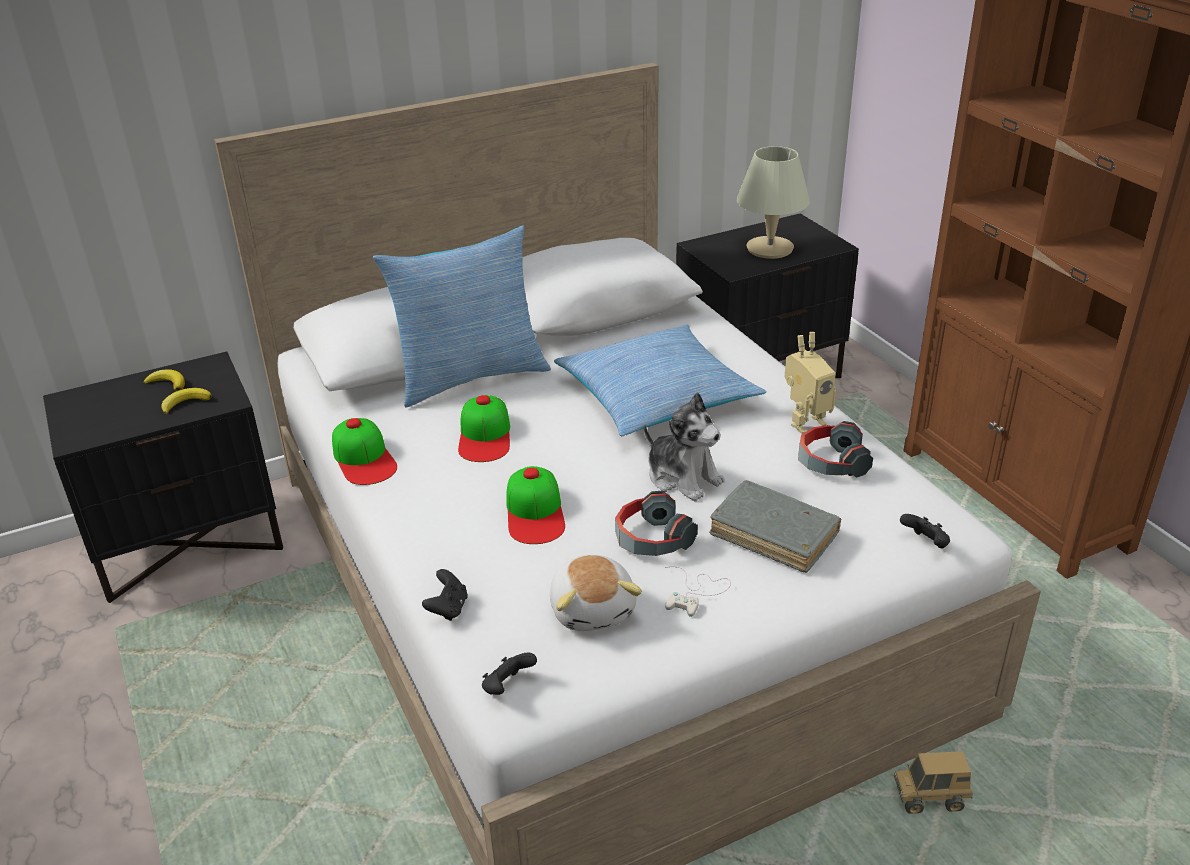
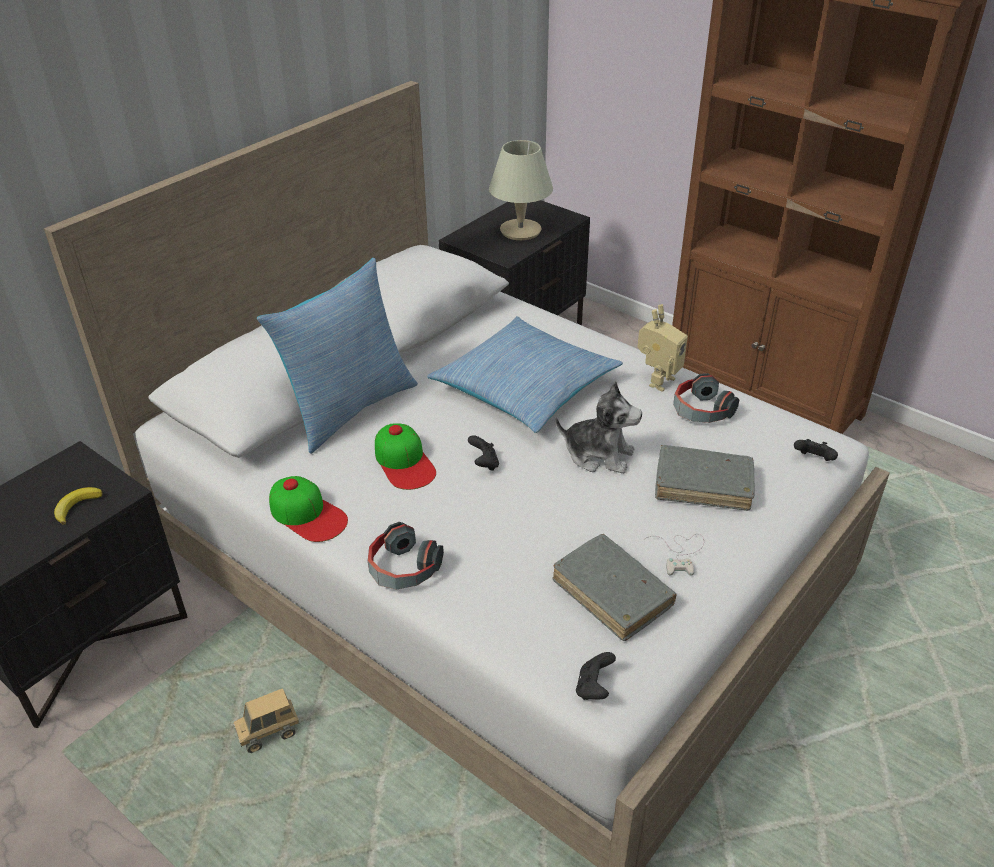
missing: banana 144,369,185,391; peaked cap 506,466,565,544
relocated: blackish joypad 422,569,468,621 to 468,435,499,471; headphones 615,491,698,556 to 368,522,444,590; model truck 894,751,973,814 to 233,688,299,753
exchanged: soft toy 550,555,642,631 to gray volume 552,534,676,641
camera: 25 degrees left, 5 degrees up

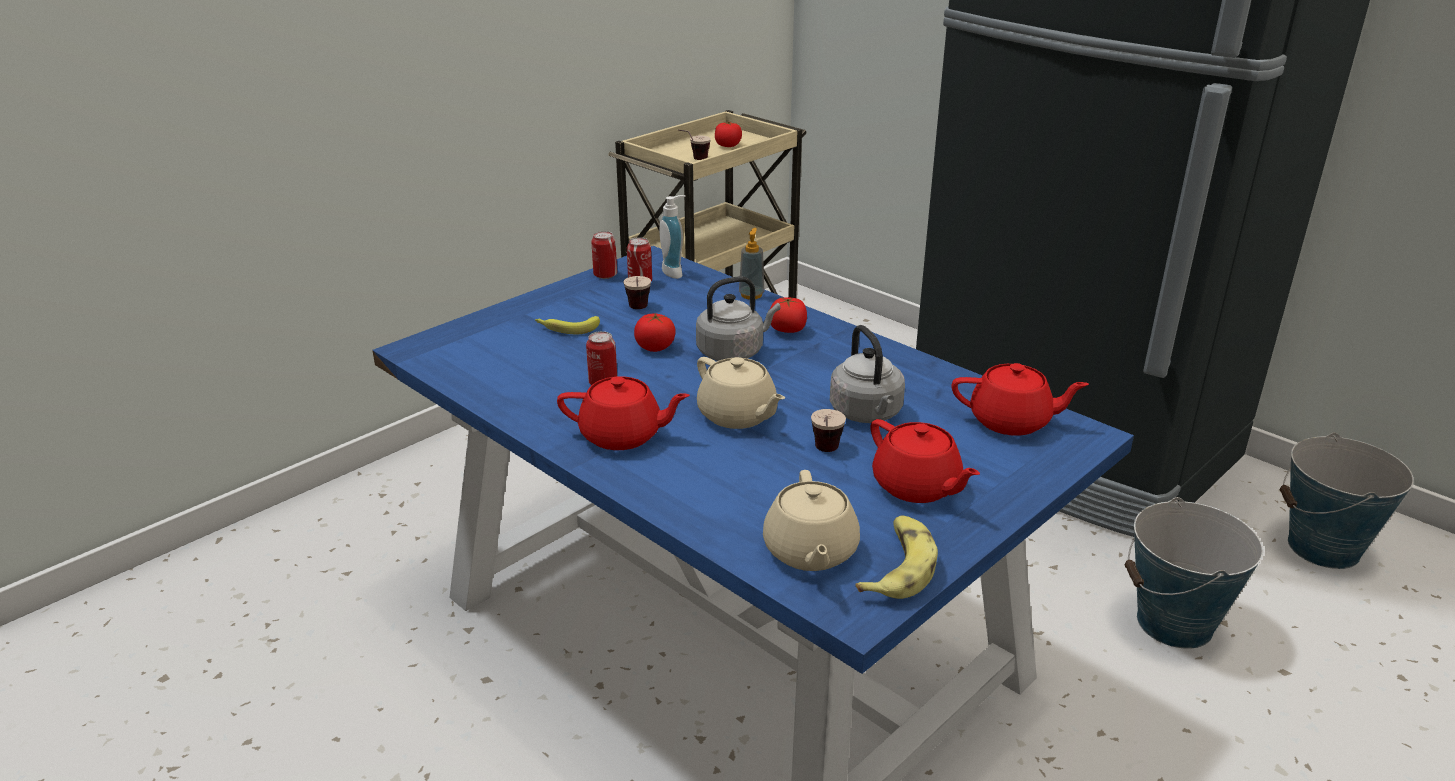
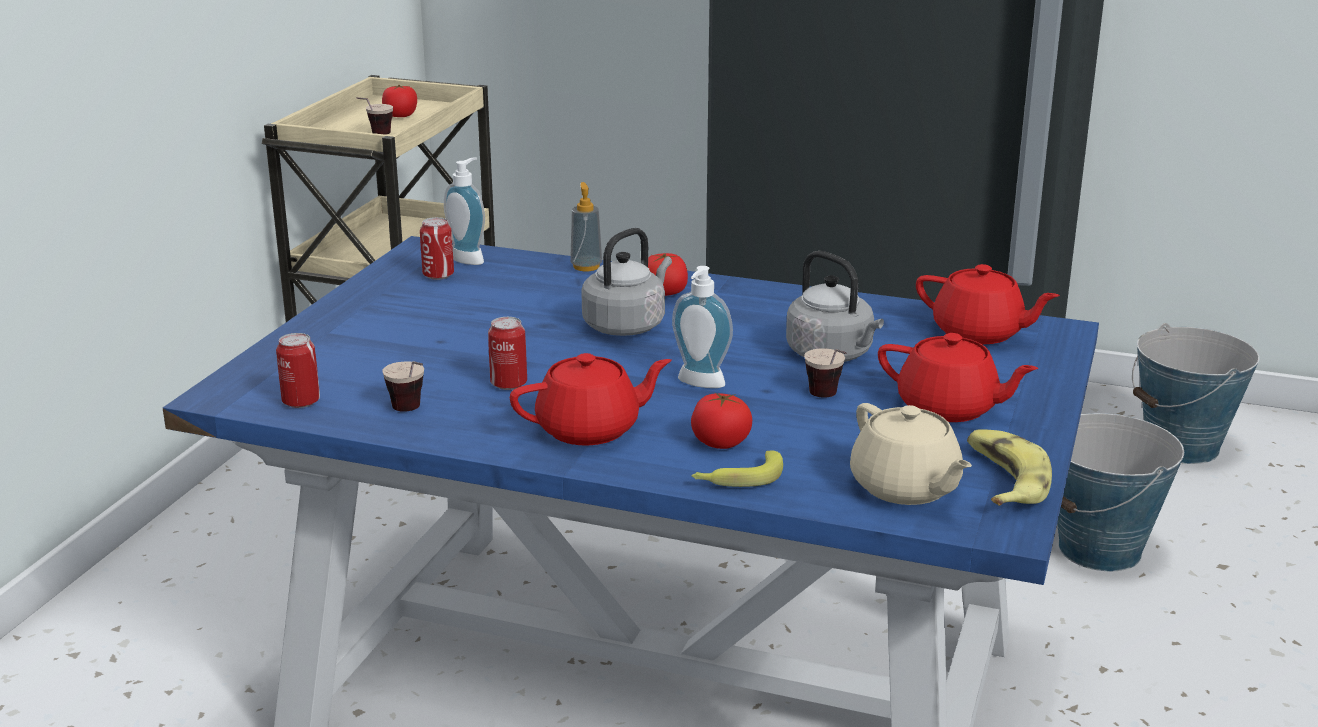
relocated: banana 535,316,600,334 to 691,450,783,487; sealed can 592,231,617,279 to 276,333,320,408; small cup 624,276,651,309 to 382,361,424,412; whole tomato 634,313,676,352 to 691,393,752,449
exchanged: beige-coloured teapot 697,357,785,429 to liquid soap bottle 672,266,733,388
spun: red teapot 951,363,1089,436 = 916,264,1060,344 45 degrees clockwise
camera: 25 degrees left, 5 degrees down

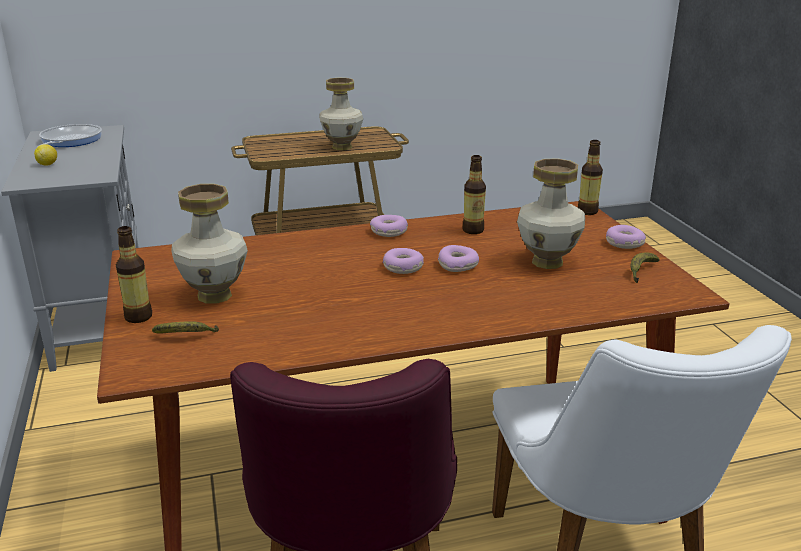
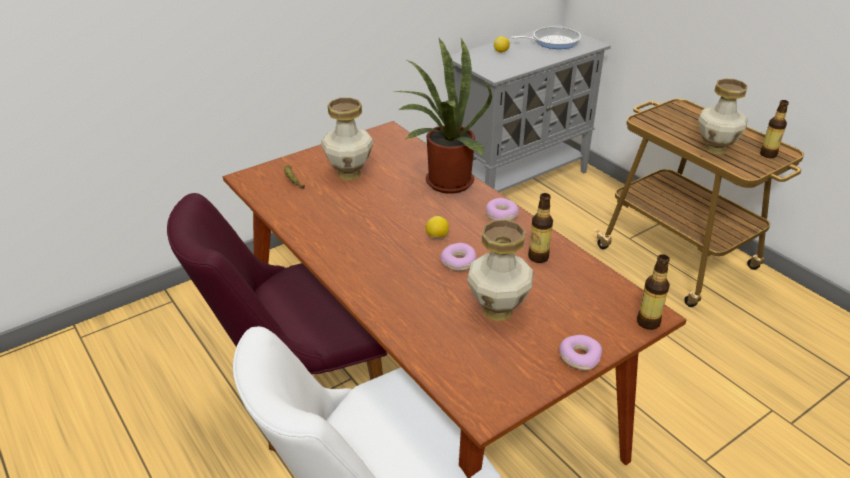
missing: banana 631,252,660,283
appeared: plant in a pot 393,38,492,194
relocated: beverage bottle 116,226,152,323 to 760,100,789,158
exchanged: ring doughnut 383,248,424,274 to citrus fruit 426,216,449,238
camera: 70 degrees right, 10 degrees up

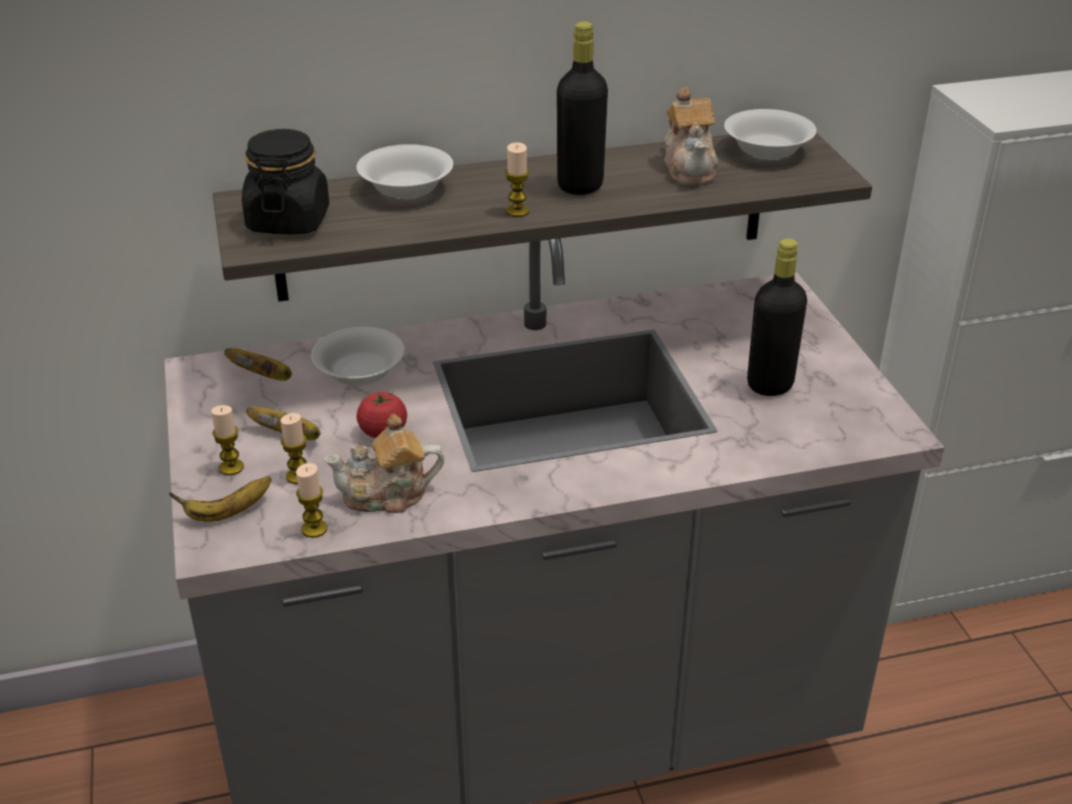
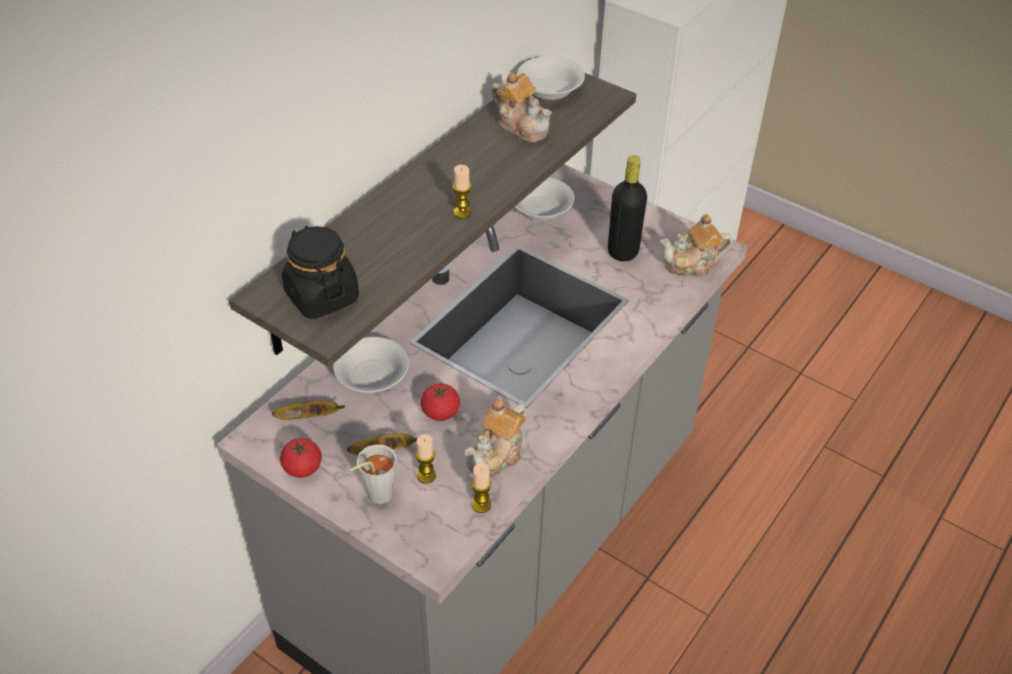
missing: banana 169,476,271,522; blackish beverage bottle 557,22,608,195
appeared: whole tomato 280,438,322,478; teapot 660,214,733,277
relocated: white-coloured deep dish 356,144,453,199 to 515,177,574,221
exchanged: candle 211,405,244,475 to gray small cup 349,444,397,504
camera: 40 degrees left, 10 degrees up

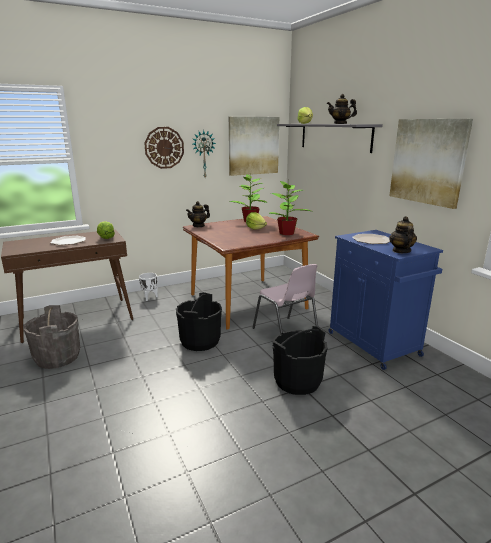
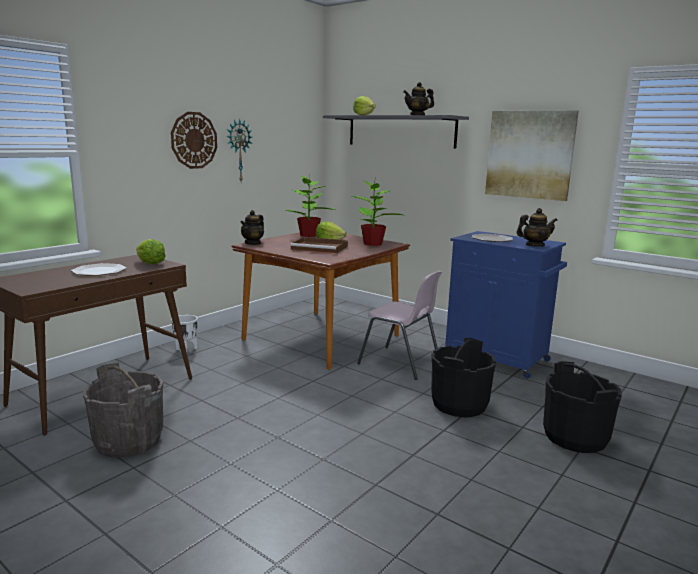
missing: wall picture 229,117,279,176
appeared: brown-coloured serving tray 290,237,348,254
relocated: blackish bucket 176,292,222,351 to 543,361,622,453
spun: teapot 389,216,417,253 = 516,208,558,247 105 degrees clockwise
camera: 25 degrees left, 5 degrees down

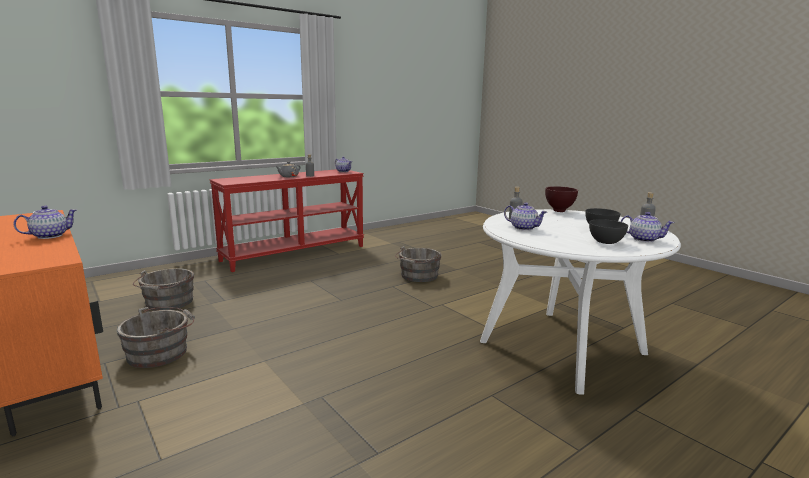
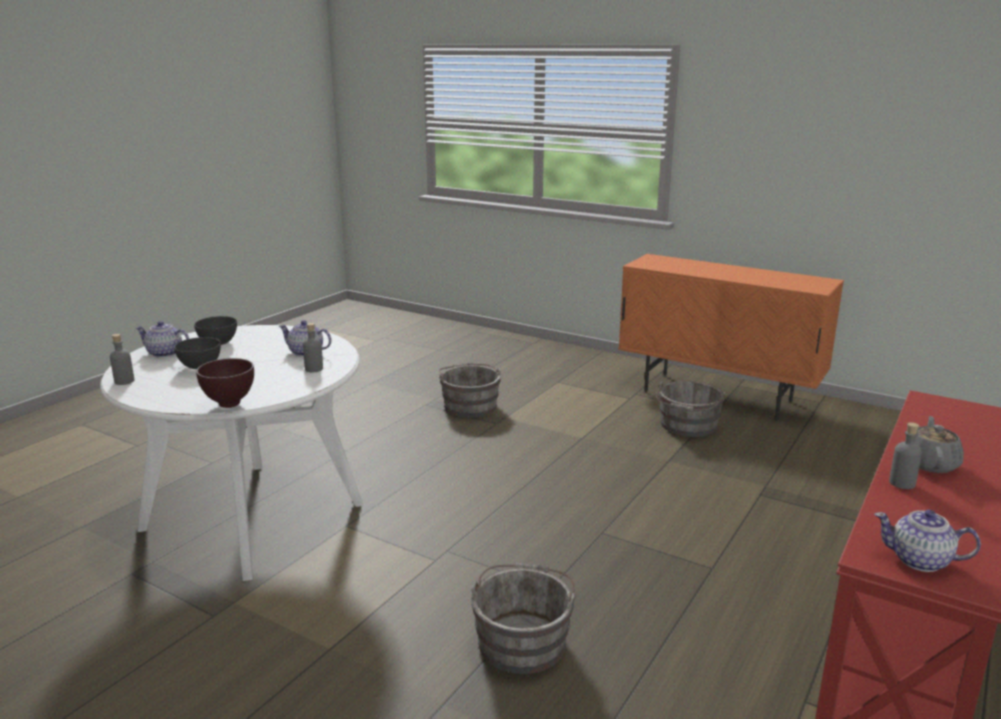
missing: teapot 13,206,77,239
relocated: gray bucket 133,268,194,311 to 439,363,501,418
camera: 160 degrees right, 5 degrees up

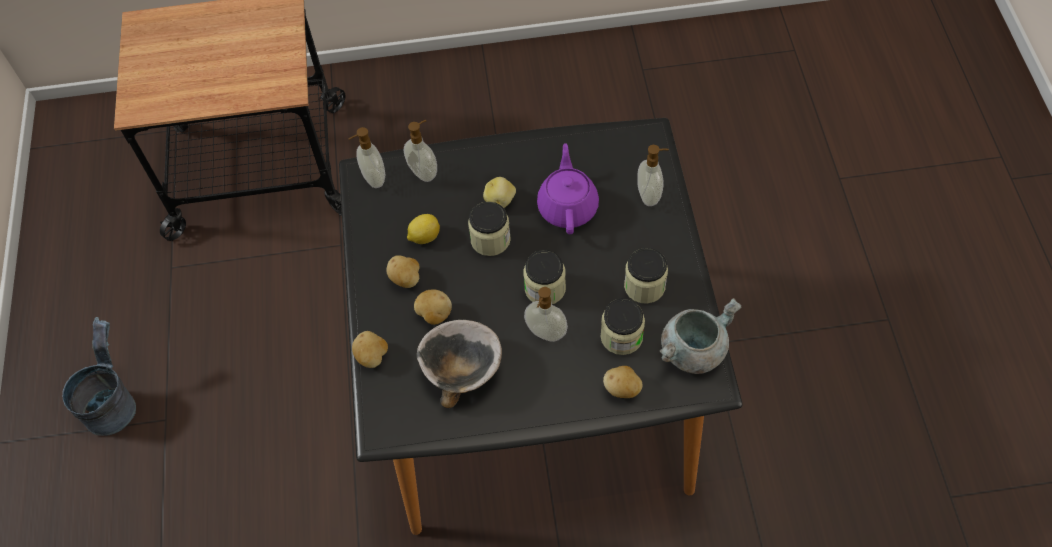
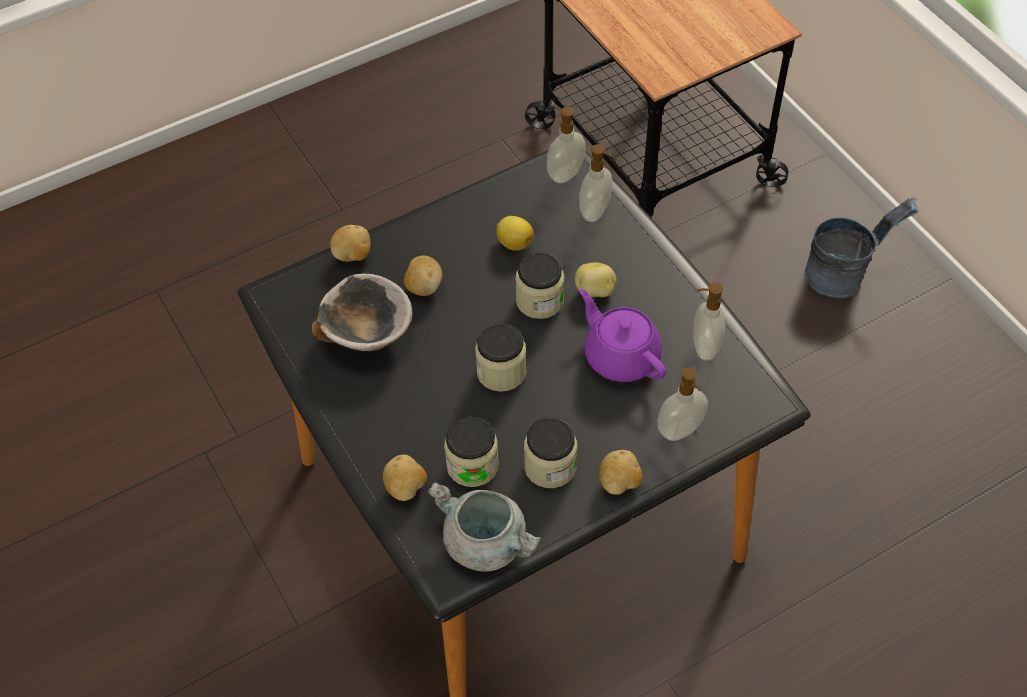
relocated: gray bucket 62,317,136,436 to 805,197,918,298; whole potato 386,255,419,288 to 599,450,643,495; liquid soap bottle 524,287,568,342 to 693,282,725,361
spun: purple teapot 537,143,599,234 = 579,289,666,382 105 degrees counterclockwise
camera: 65 degrees right, 5 degrees down

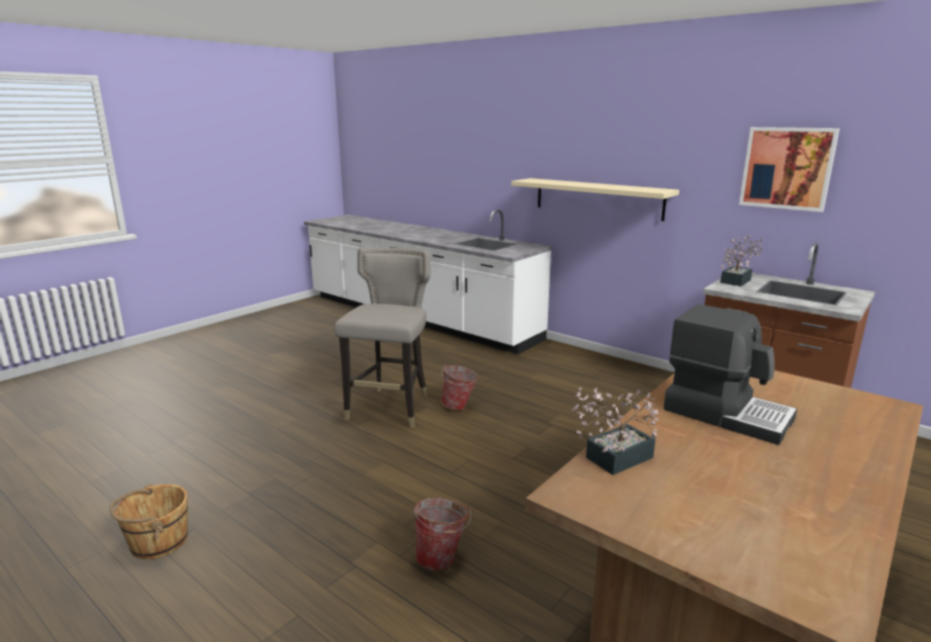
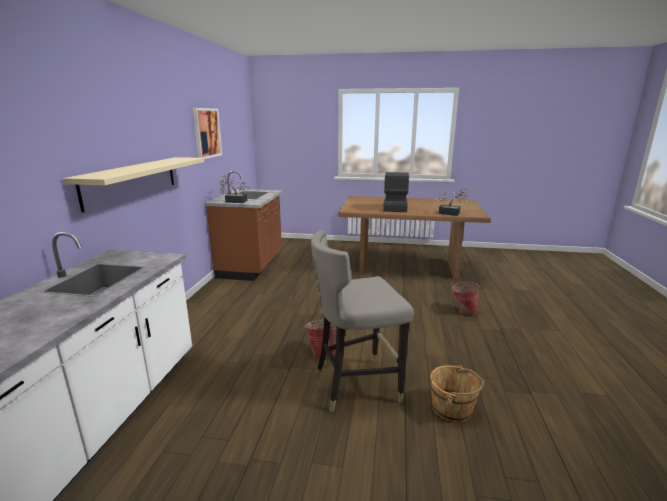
relocated: brown-coloured bucket 110,484,188,559 to 430,365,484,422
camera: 120 degrees left, 0 degrees up

